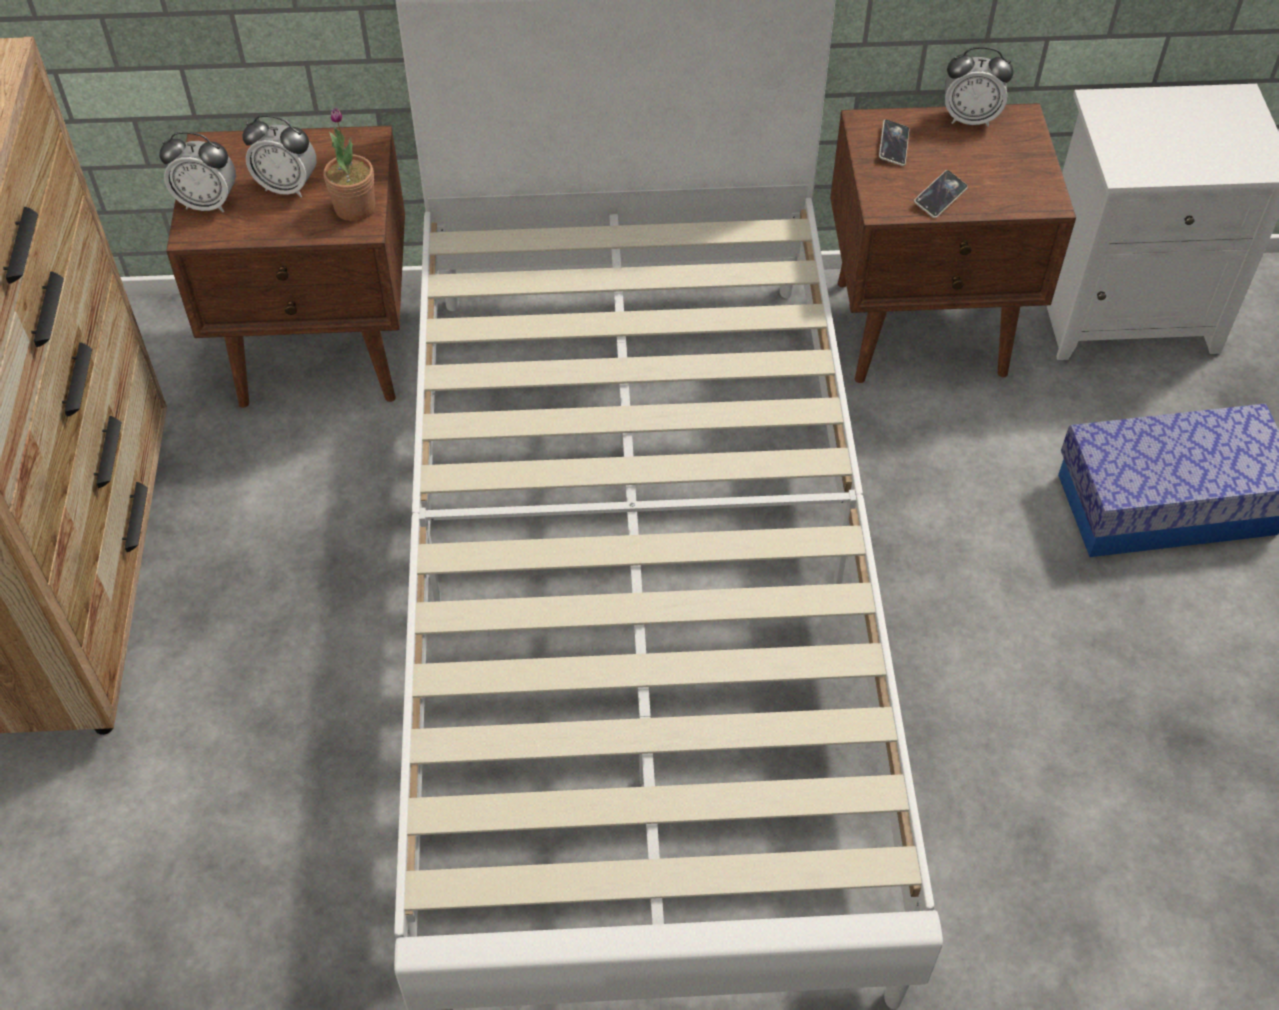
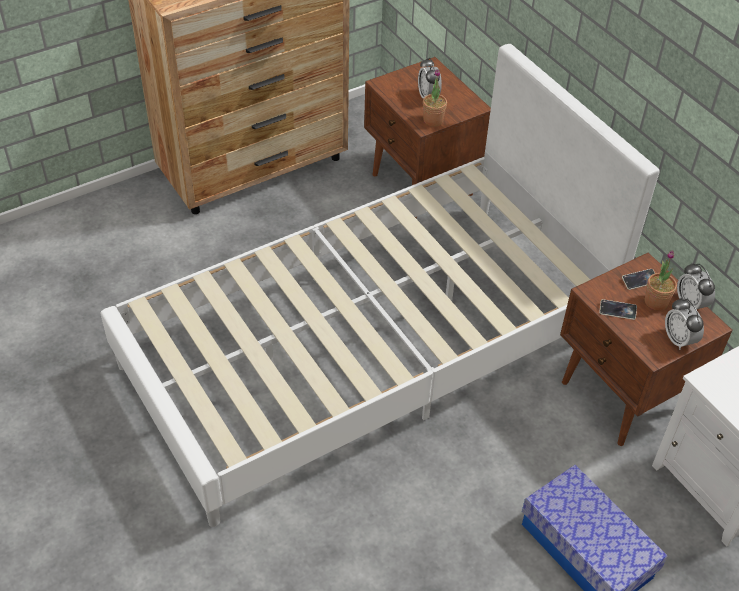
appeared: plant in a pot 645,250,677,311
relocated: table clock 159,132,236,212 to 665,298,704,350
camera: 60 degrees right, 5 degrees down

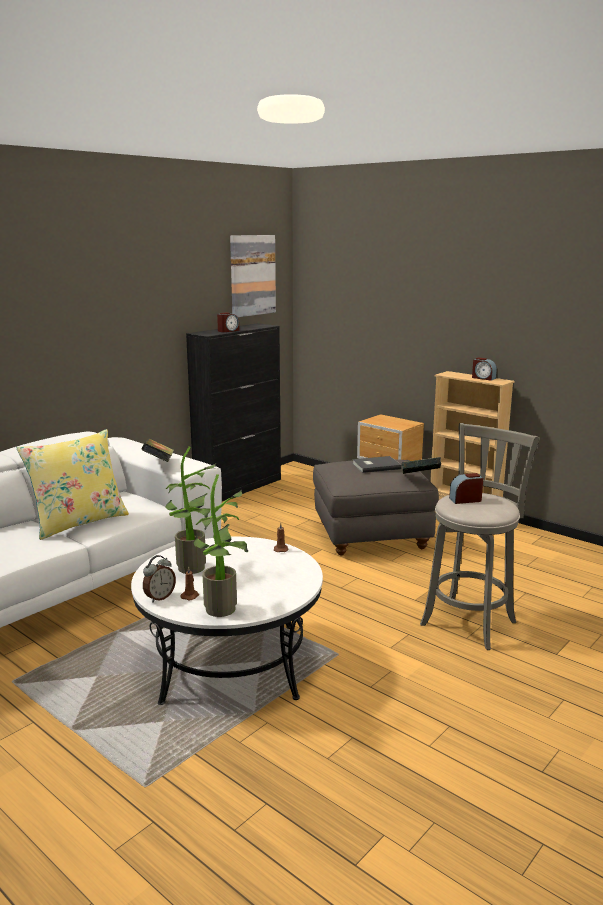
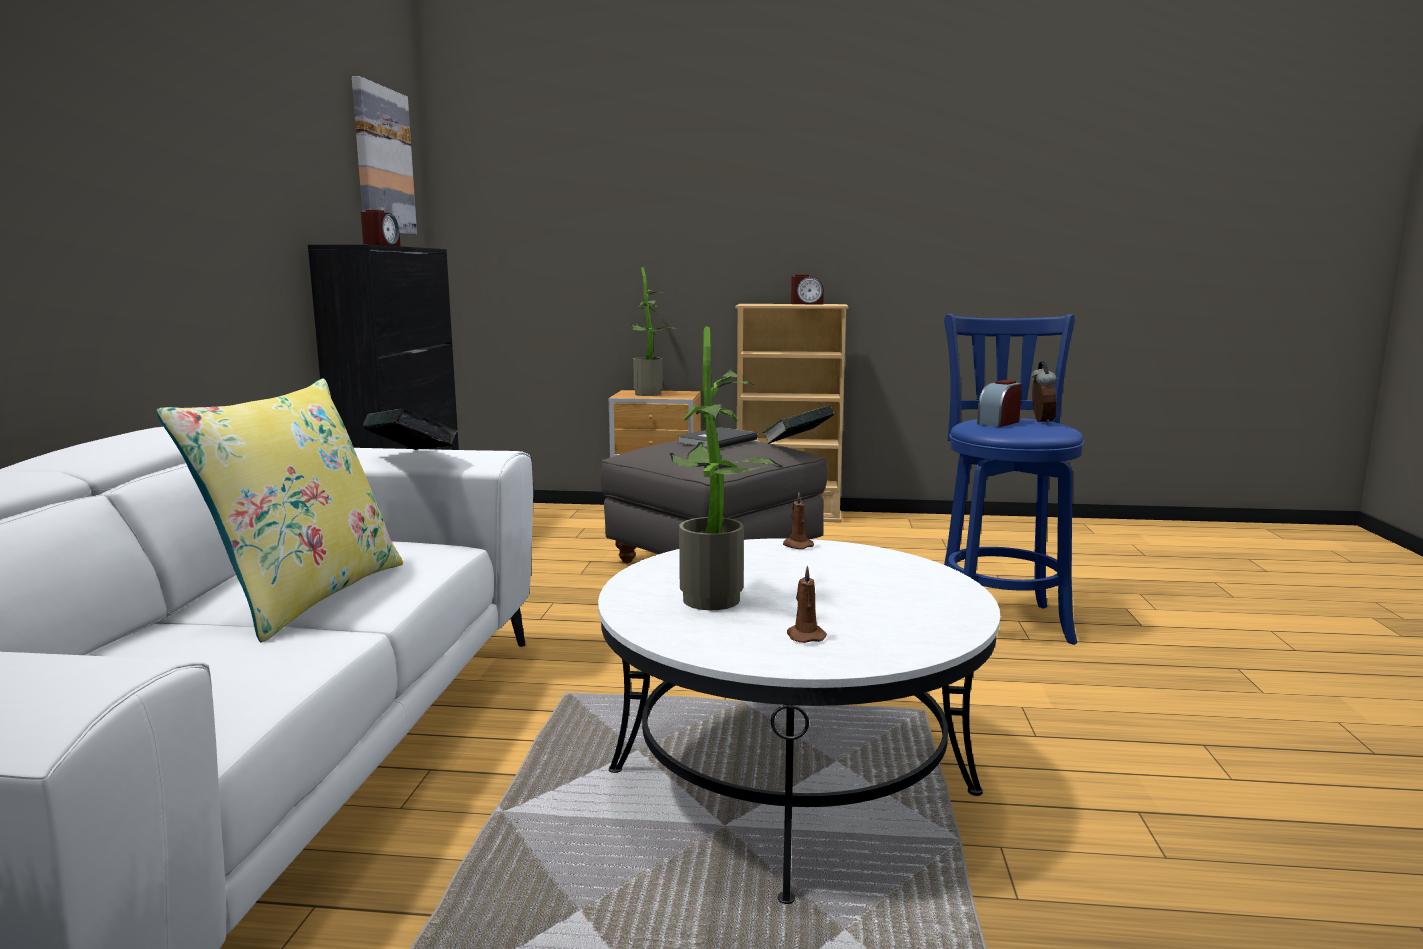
relocated: table clock 143,555,176,603 to 1031,361,1057,424; plant in a pot 194,474,248,617 to 630,267,678,396
colour: gray sitting stool 420,423,539,650 to bluish sitting stool 944,314,1084,645
camera: 35 degrees left, 5 degrees down

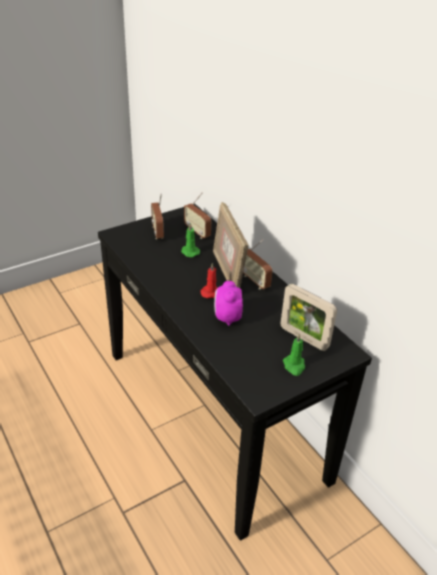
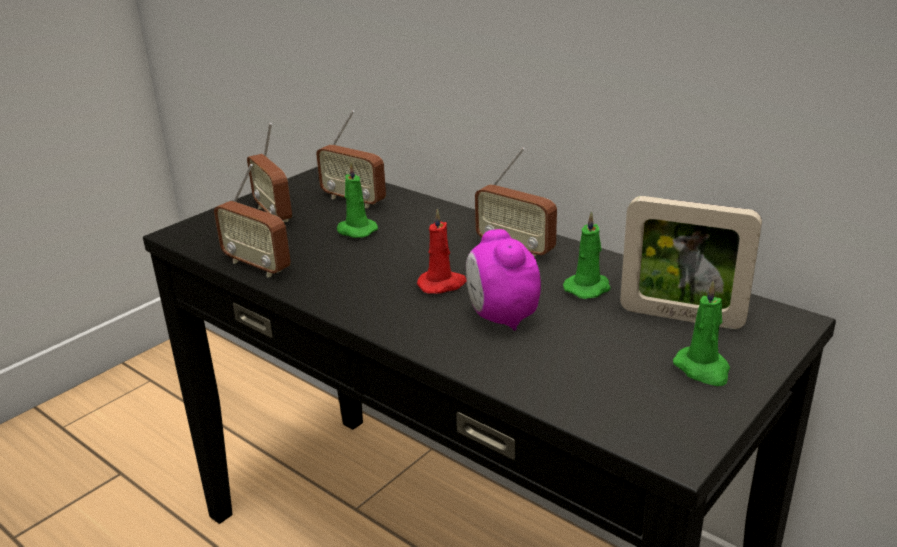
missing: picture frame 213,202,248,288
appeared: radio receiver 214,164,291,278; green candle 563,211,611,299
camera: 15 degrees left, 10 degrees down

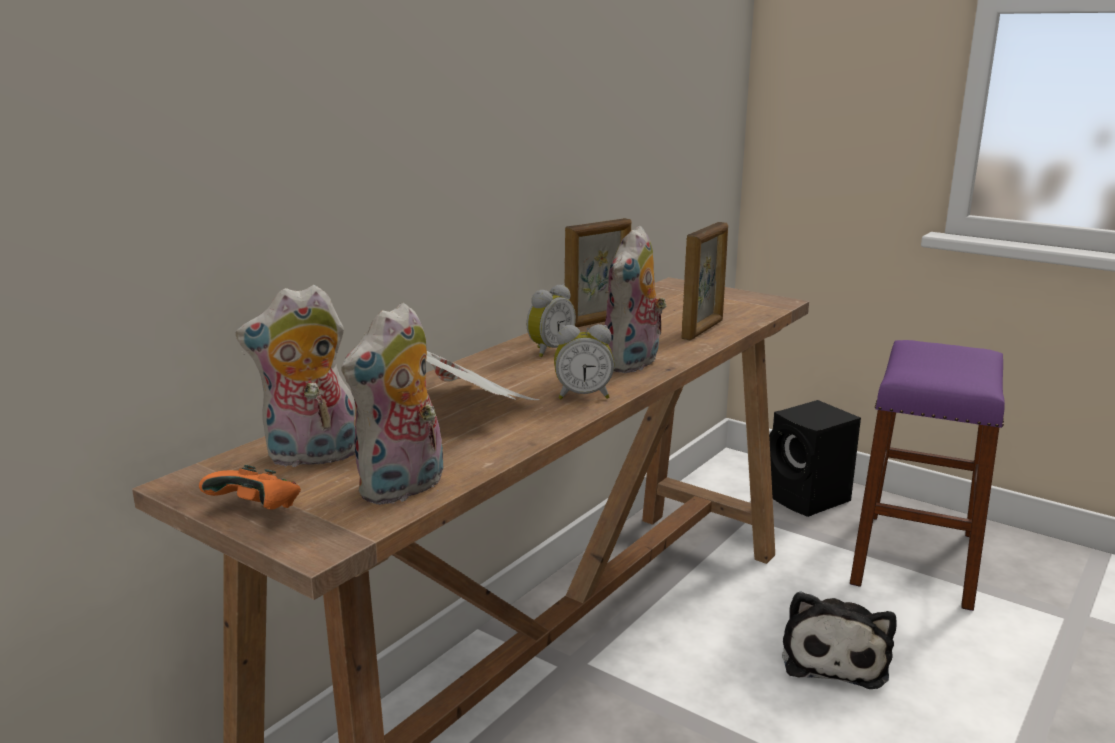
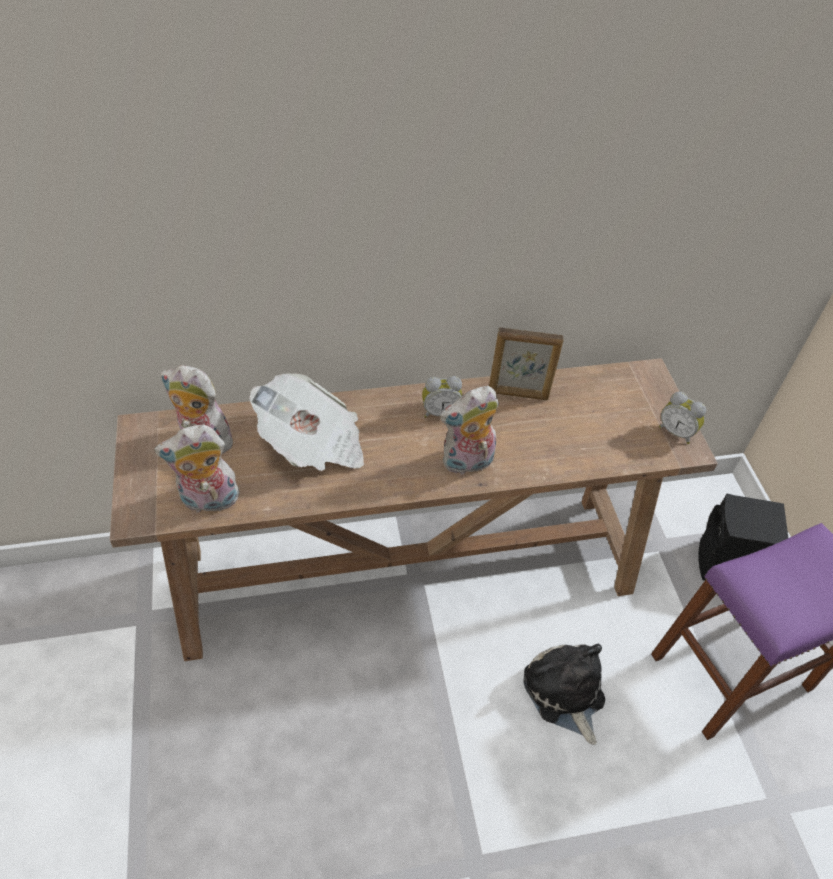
missing: orange joypad 199,465,301,510; picture frame 681,222,728,340
relocated: table clock 554,324,614,399 to 659,392,706,444
spun: soft toy 782,591,897,689 = 523,644,605,745 105 degrees clockwise
camera: 40 degrees right, 30 degrees up

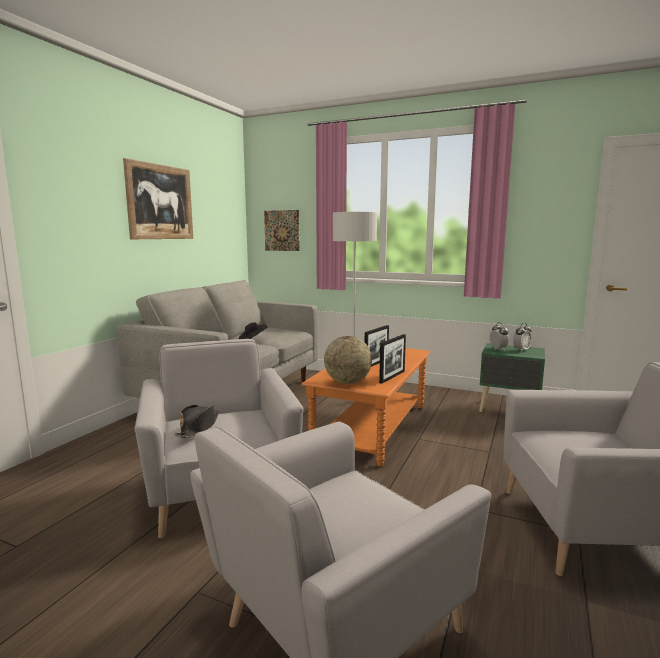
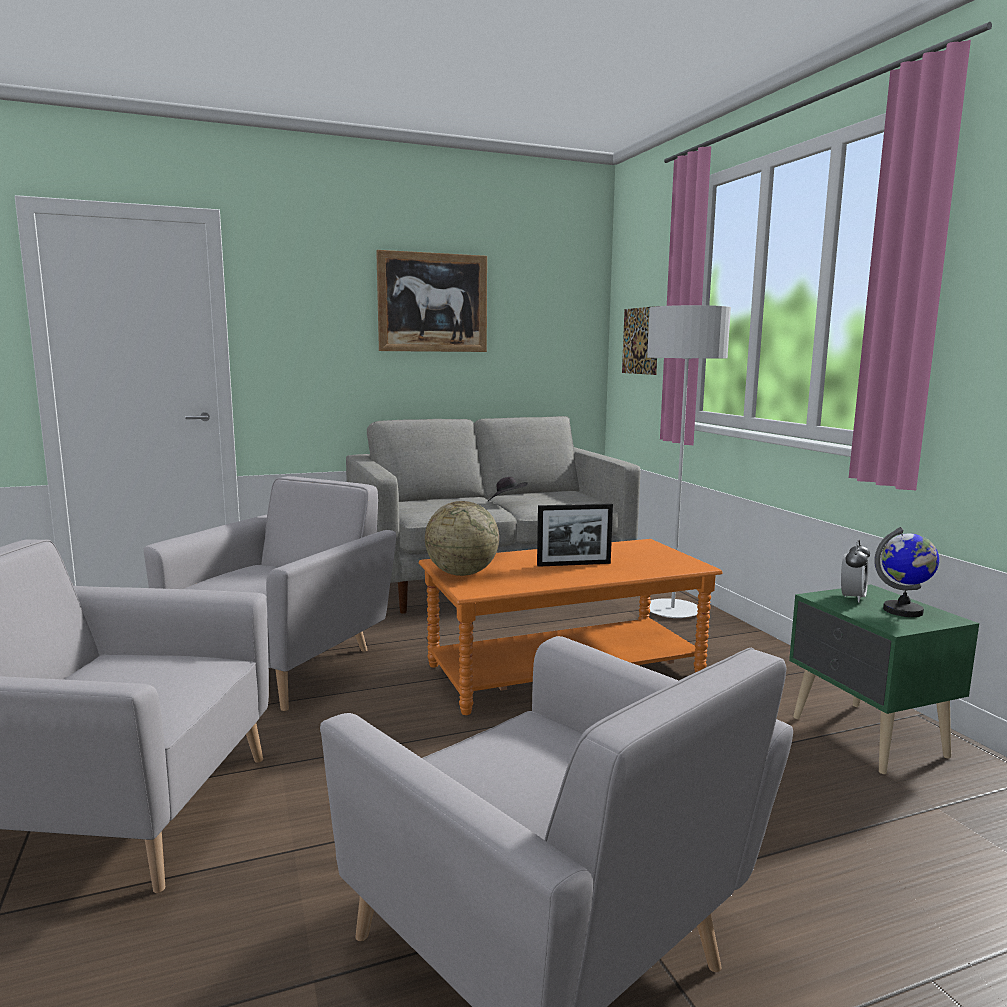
missing: blackish clothing hat 175,405,219,438; picture frame 379,334,406,384
exchanged: table clock 513,323,532,352 to globe 874,527,939,617
camera: 45 degrees right, 0 degrees up

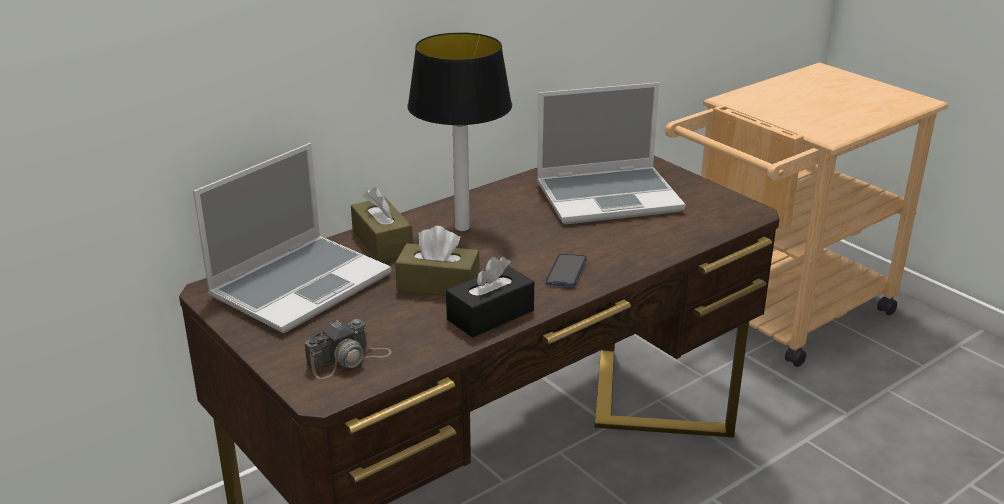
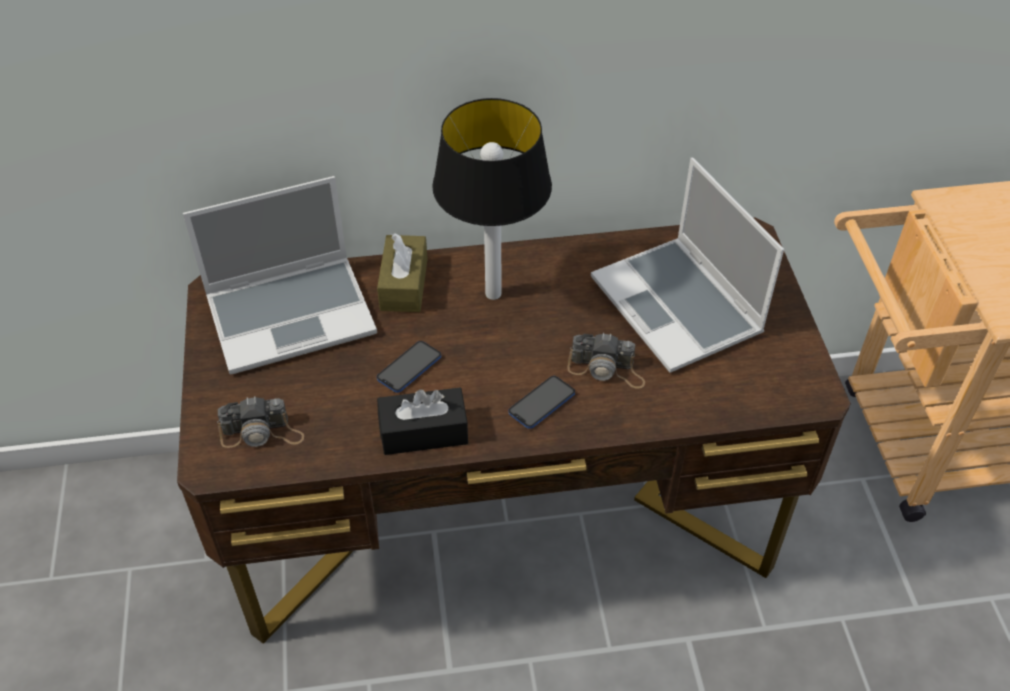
appeared: still camera 567,333,645,389
exchanged: brown-coloured tissue holder 395,226,480,296 to phone 377,341,441,393
spun: laptop 537,82,686,224 = 591,158,784,373 45 degrees clockwise
camera: 30 degrees right, 20 degrees up

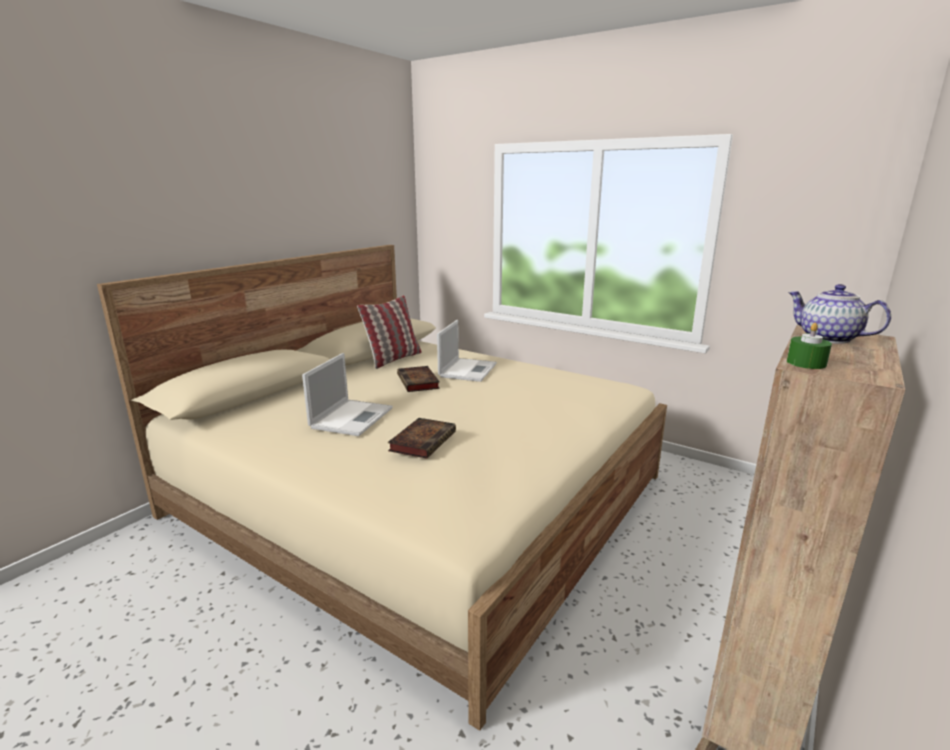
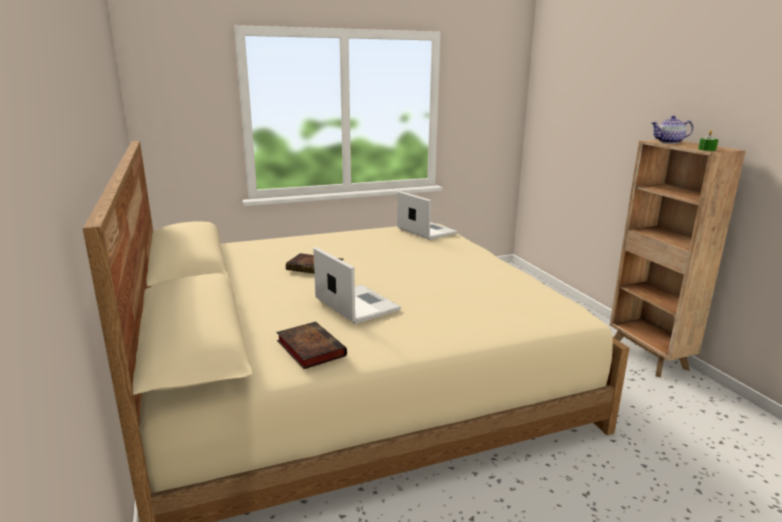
missing: pillow 357,295,421,369
relocated: volume 388,418,456,459 to 276,322,347,369; laptop 437,320,497,382 to 397,191,458,240
camera: 55 degrees left, 0 degrees up

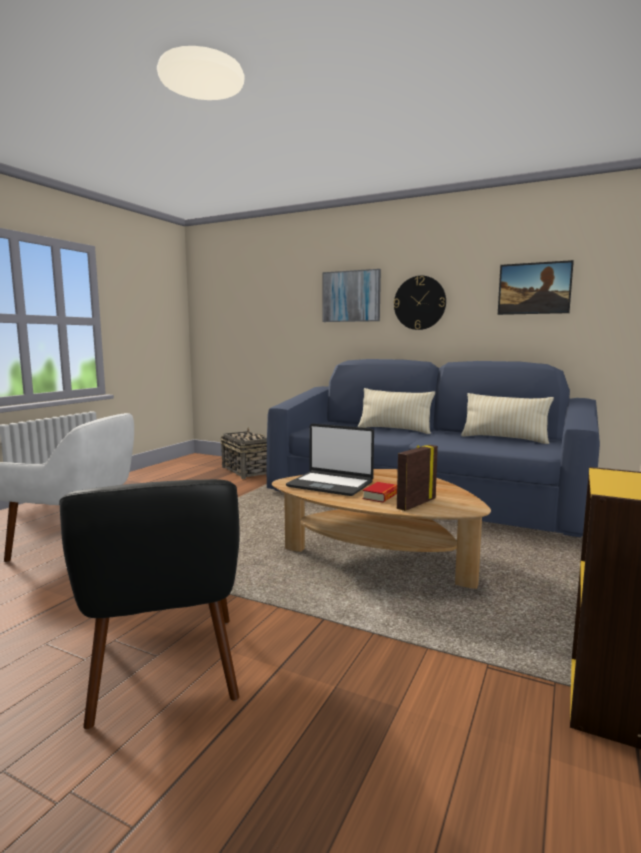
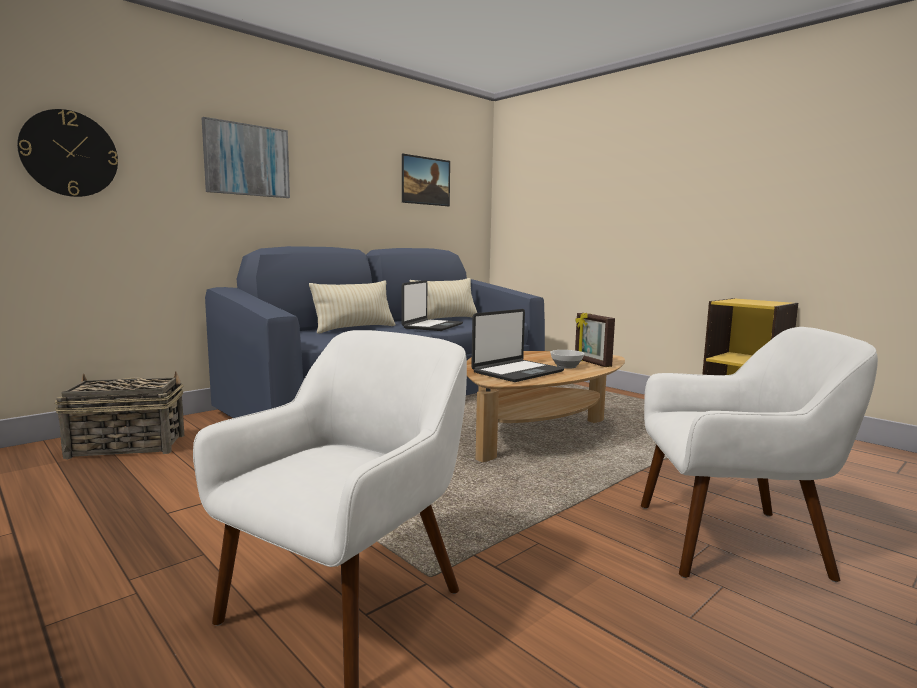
appeared: laptop 402,280,463,331
relocated: clock on the wall 394,276,446,330 to 17,109,118,197
exchanged: volume 363,482,397,503 to deep dish 550,350,584,369
colour: blackish easy chair 59,479,240,729 to white-coloured easy chair 641,327,878,582
camera: 70 degrees left, 0 degrees up

